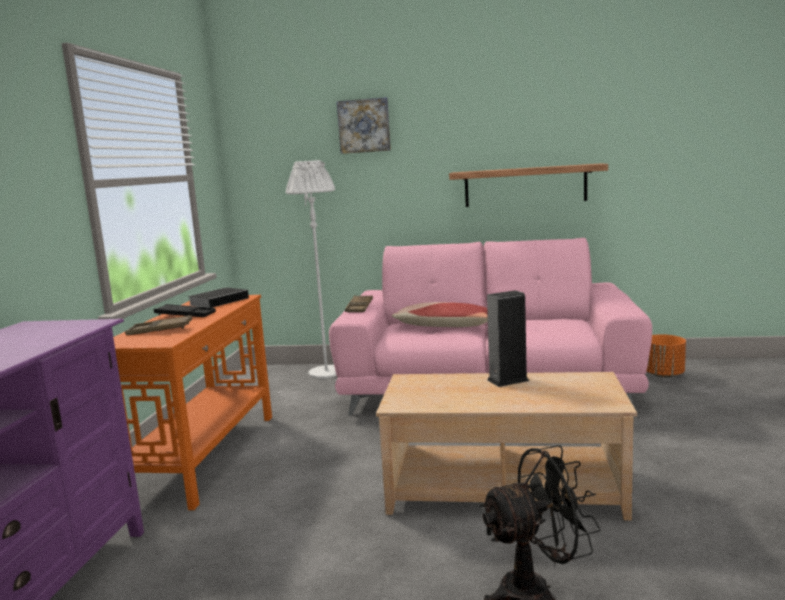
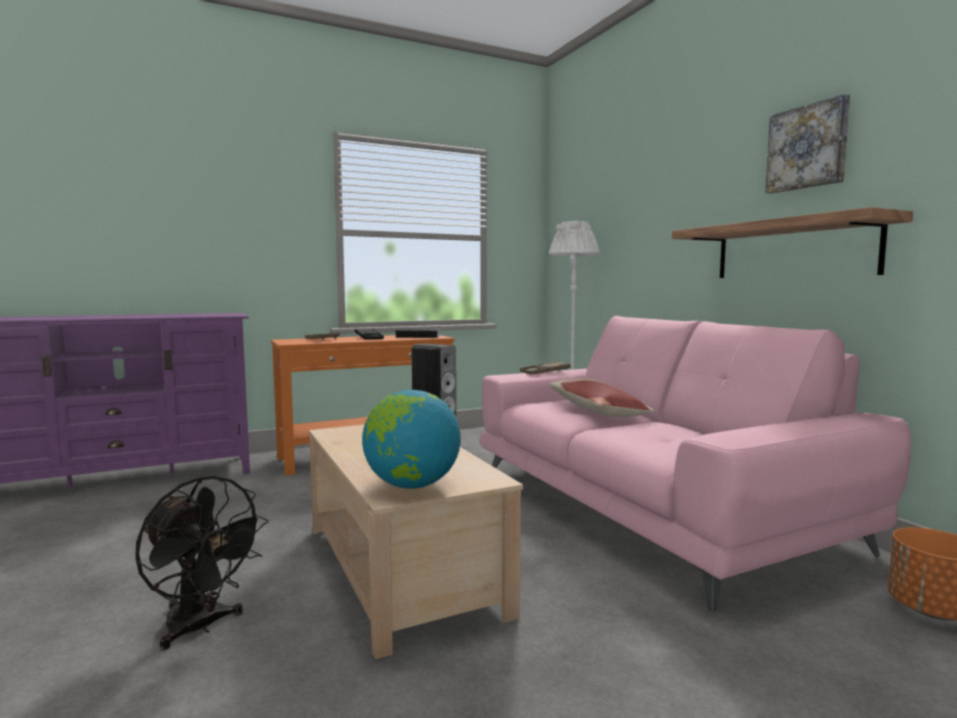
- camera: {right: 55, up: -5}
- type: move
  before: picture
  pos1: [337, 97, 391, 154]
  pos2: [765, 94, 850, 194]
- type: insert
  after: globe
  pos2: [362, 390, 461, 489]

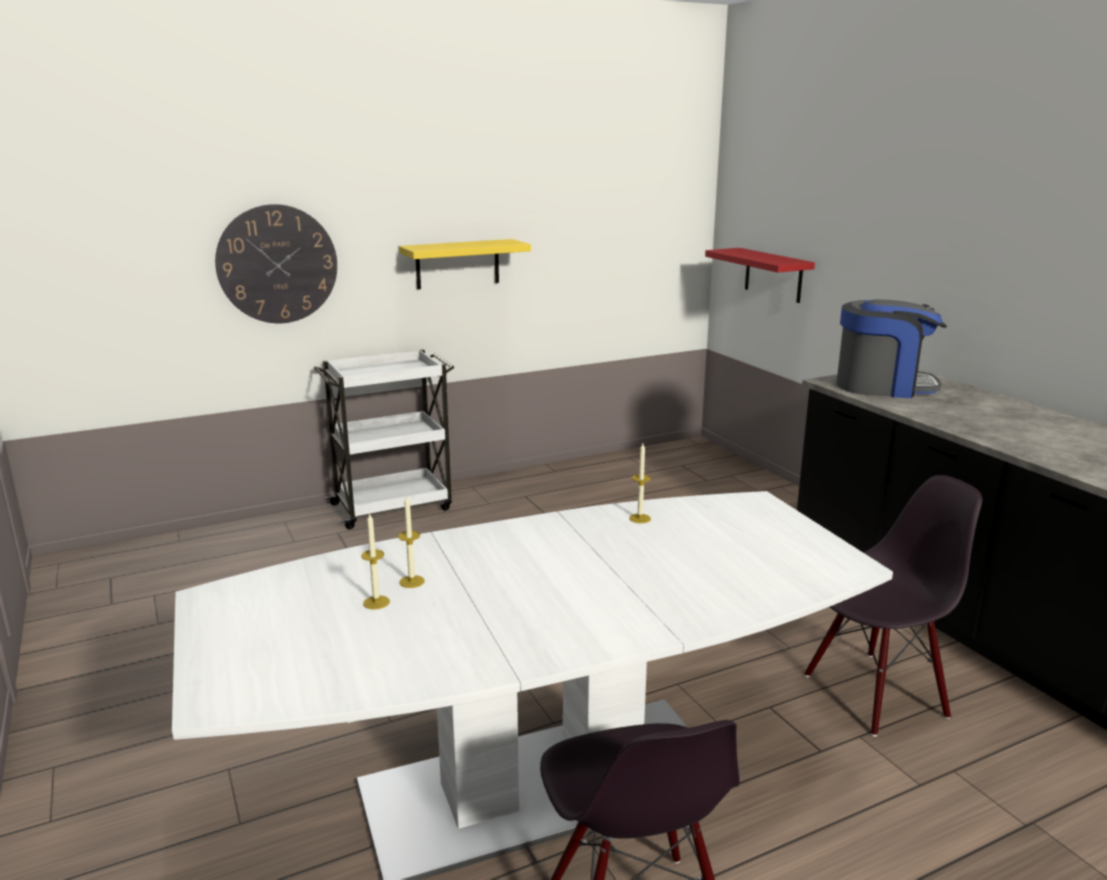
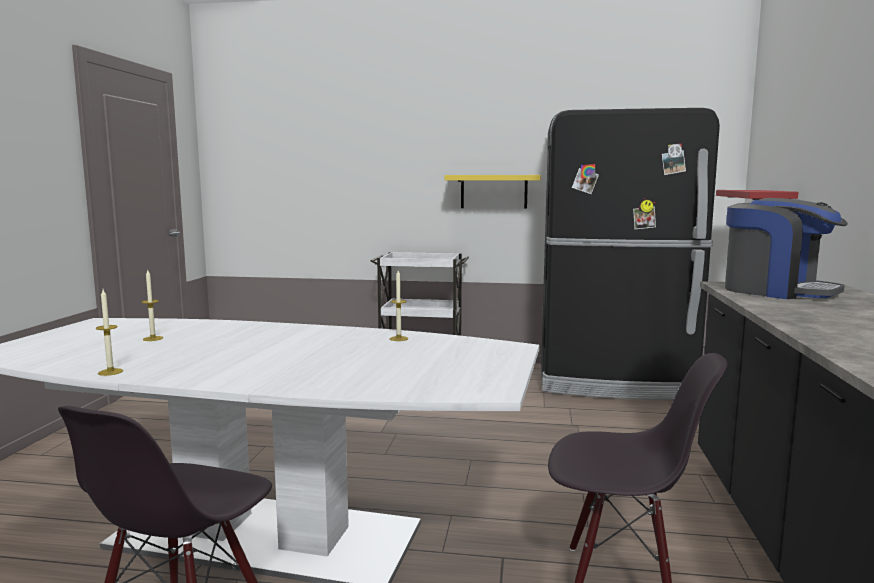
- camera: {right: 35, up: -10}
- type: delete
  before: wall clock
  pos1: [215, 204, 337, 323]
- type: move
  before: candle
  pos1: [398, 496, 425, 588]
  pos2: [96, 290, 123, 376]
- type: insert
  after: black fridge
  pos2: [541, 108, 720, 400]

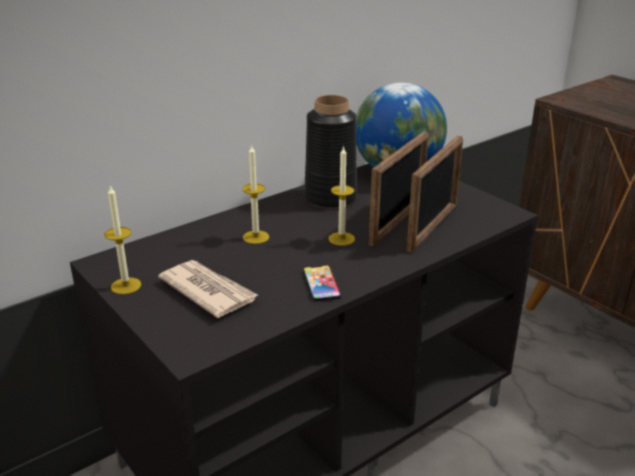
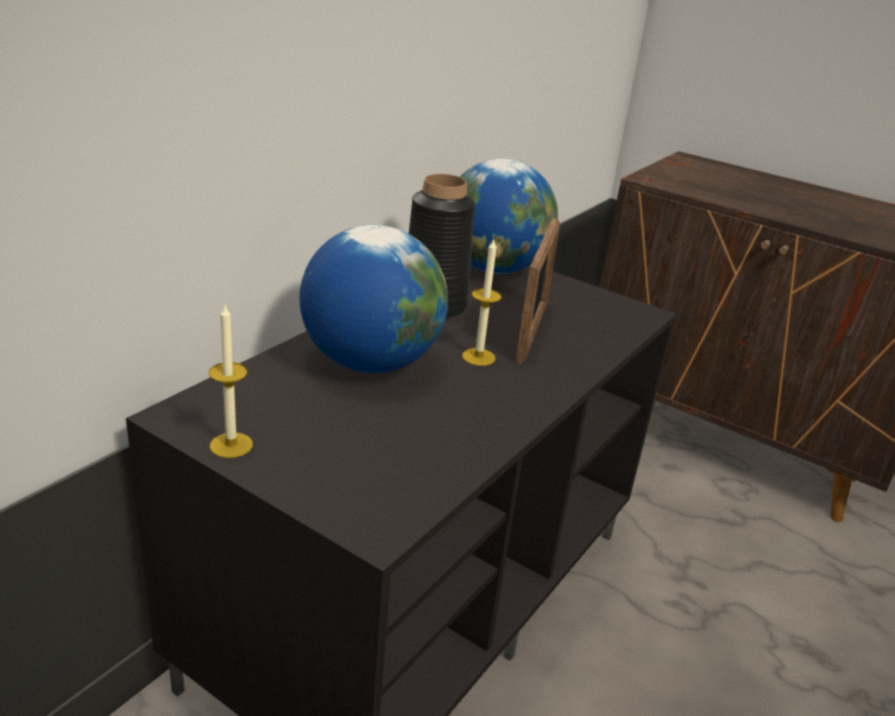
- camera: {right: -20, up: 0}
- type: delete
  before: newspaper
  pos1: [158, 260, 258, 318]
- type: replace
  before: candle
  after: globe
  pos1: [242, 144, 269, 244]
  pos2: [299, 225, 448, 373]
- type: delete
  before: phone
  pos1: [303, 265, 341, 301]
- type: delete
  before: picture frame
  pos1: [407, 135, 463, 253]

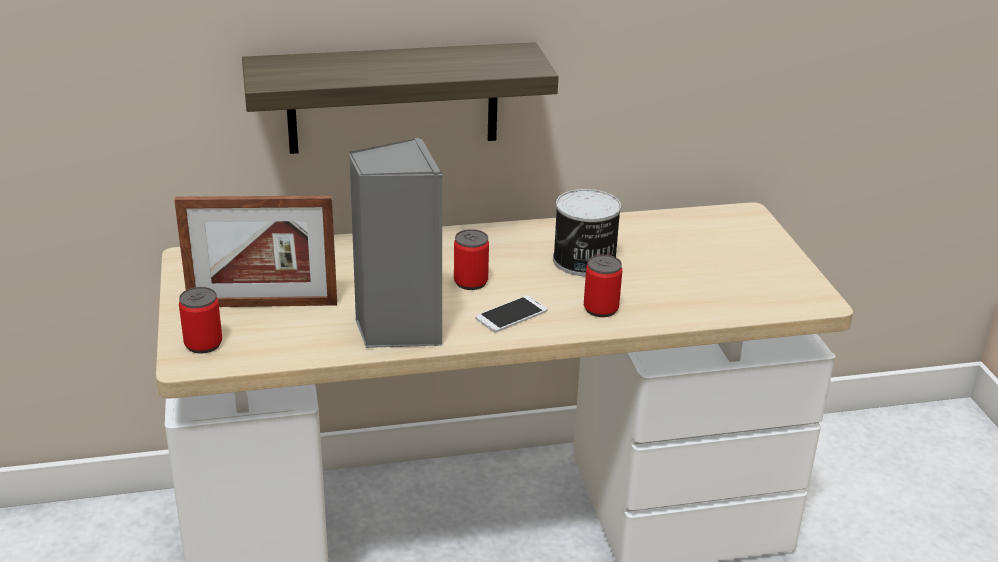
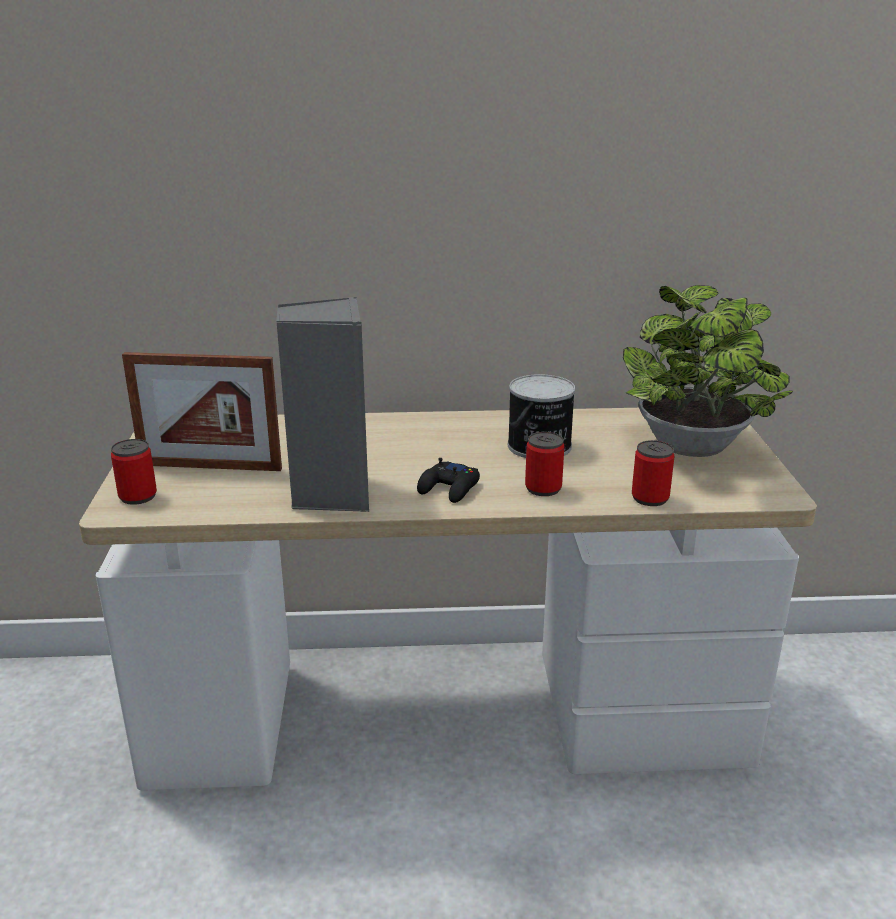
- camera: {right: 10, up: -5}
- type: delete
  before: shelf
  pos1: [242, 42, 558, 154]
- type: move
  before: can
  pos1: [454, 229, 489, 290]
  pos2: [632, 440, 674, 506]
- type: replace
  before: phone
  after: black game controller
  pos1: [475, 295, 547, 332]
  pos2: [417, 458, 480, 503]
- type: insert
  after: potted plant
  pos2: [623, 285, 793, 457]

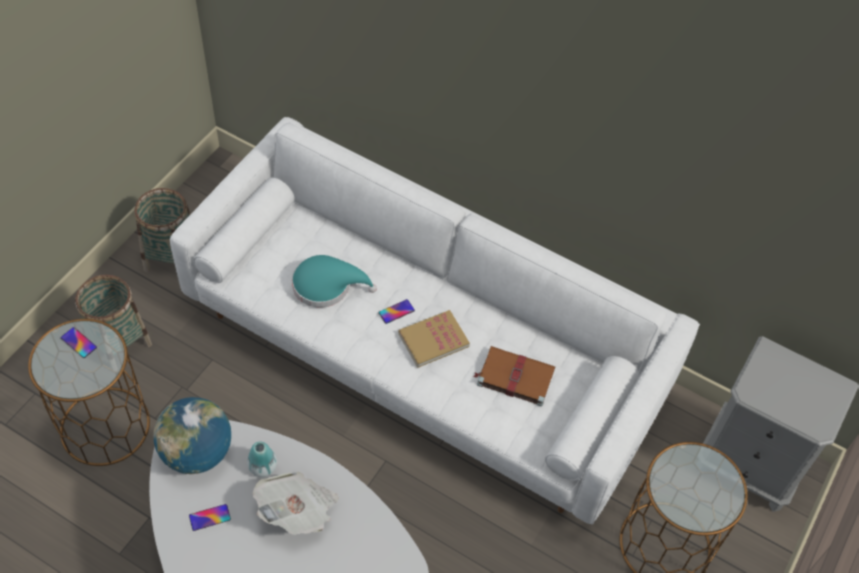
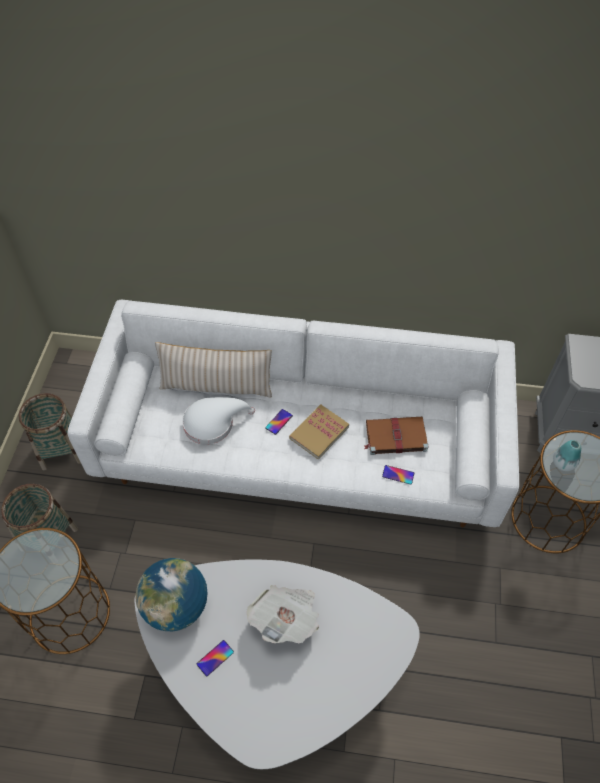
- camera: {right: -20, up: 0}
- type: move
  before: phone
  pos1: [61, 327, 97, 358]
  pos2: [382, 465, 414, 485]
- type: move
  before: vase
  pos1: [247, 442, 277, 477]
  pos2: [553, 440, 581, 471]
- type: recolor
  before: turquoise hat
  after: white hat
  pos1: [292, 255, 377, 308]
  pos2: [182, 397, 255, 444]
- type: insert
  after: beige pillow
  pos2: [155, 342, 272, 397]

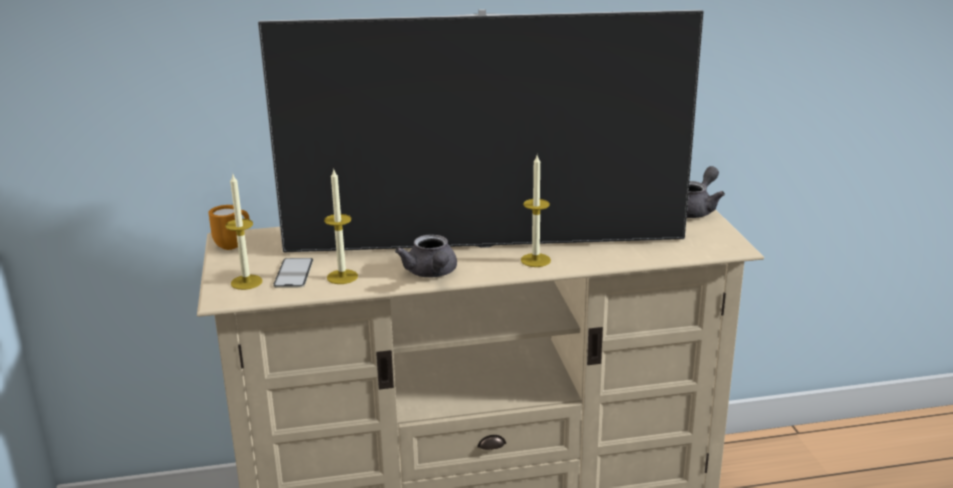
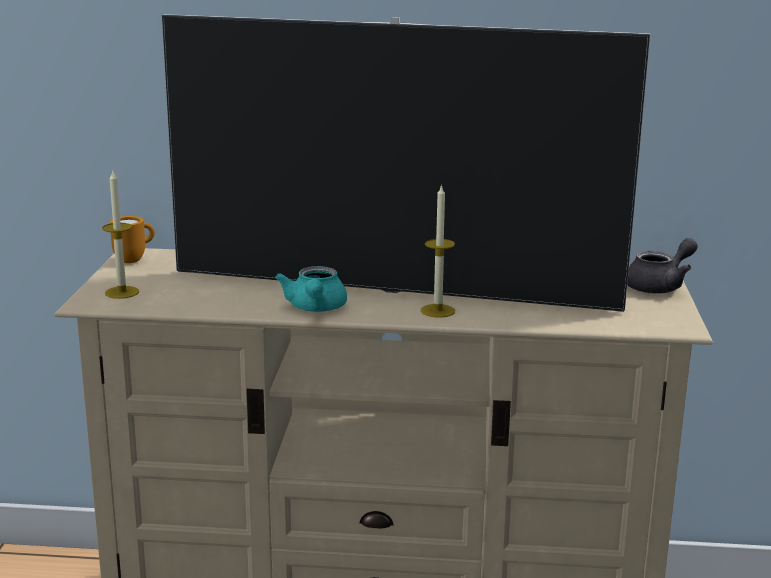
- camera: {right: 15, up: -5}
- type: delete
  before: phone
  pos1: [273, 258, 313, 288]
- type: delete
  before: candle
  pos1: [324, 170, 358, 284]
- type: recolor
  before: grey teapot
  after: turquoise teapot
  pos1: [395, 235, 457, 277]
  pos2: [275, 266, 347, 312]

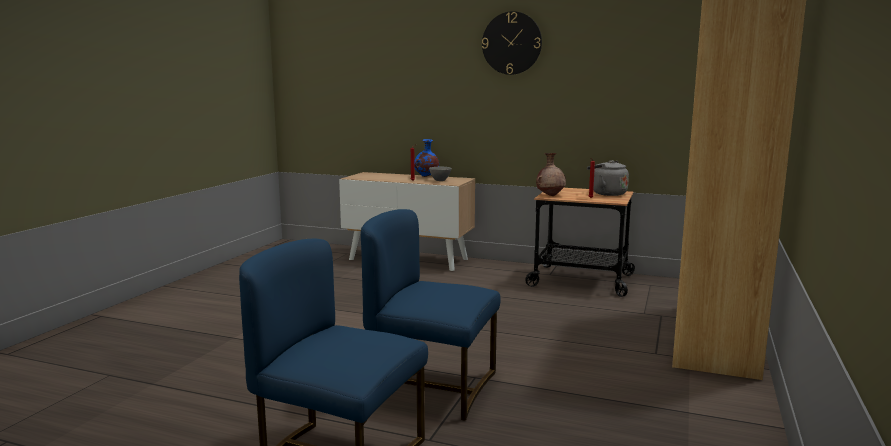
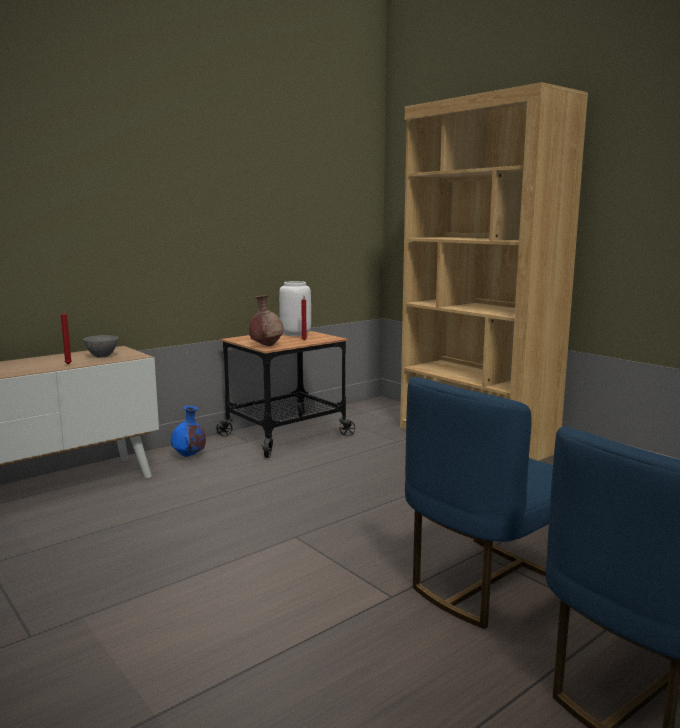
- camera: {right: -60, up: 0}
- type: move
  before: blue vase
  pos1: [414, 139, 439, 177]
  pos2: [171, 406, 206, 457]
- type: delete
  before: wall clock
  pos1: [482, 11, 542, 75]
- type: replace
  before: grey kettle
  after: white vase
  pos1: [587, 160, 629, 196]
  pos2: [279, 281, 311, 336]

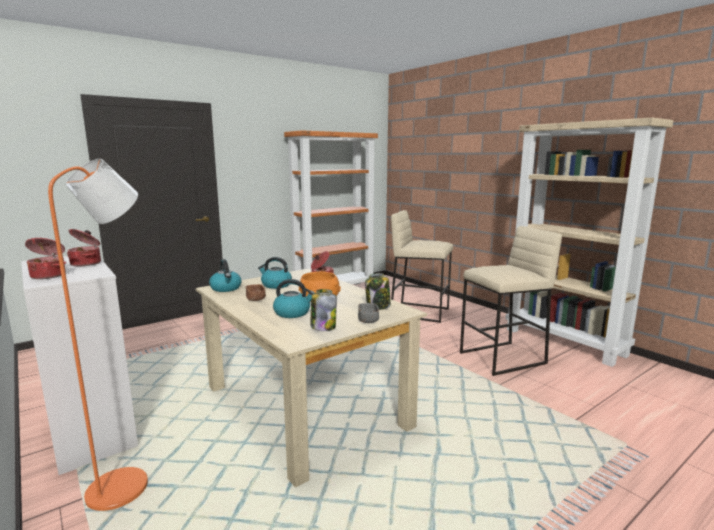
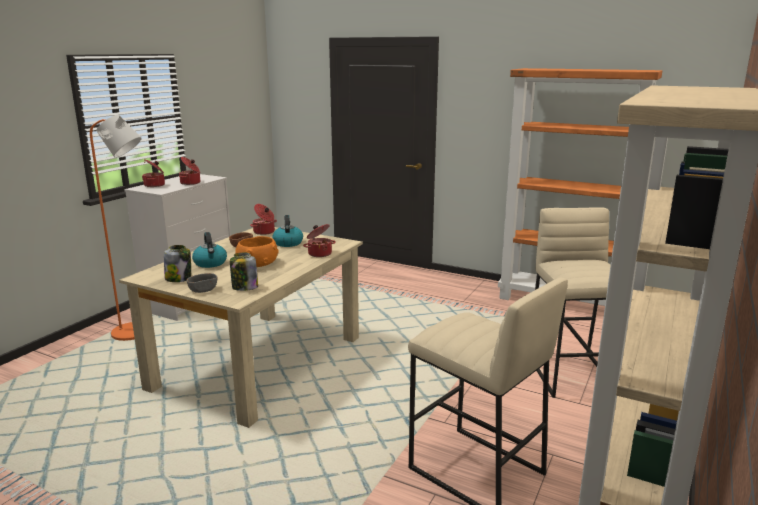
- camera: {right: 65, up: 5}
- type: replace
  before: kettle
  after: cooking pot
  pos1: [209, 259, 242, 292]
  pos2: [250, 204, 277, 235]

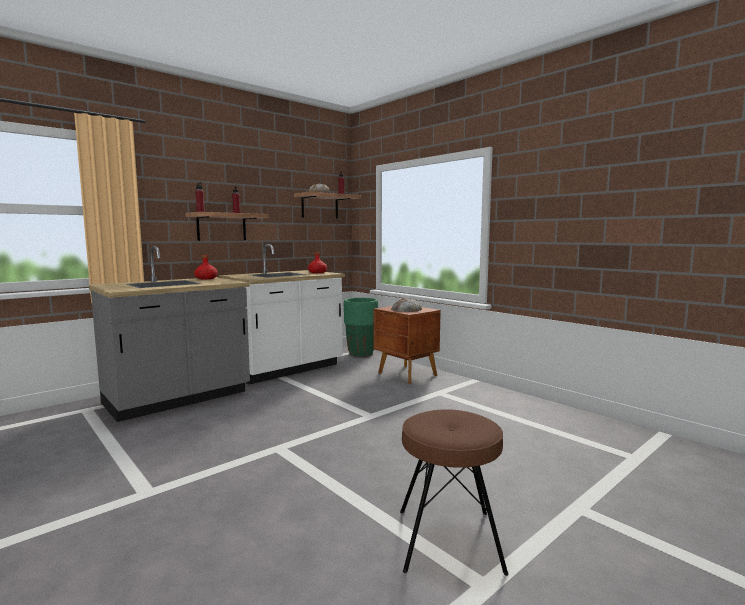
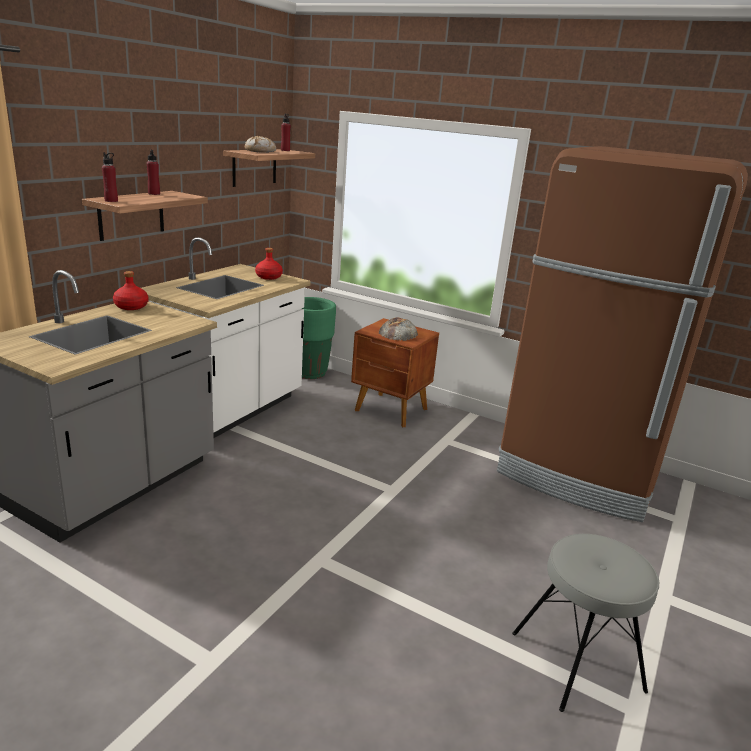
- camera: {right: -20, up: 15}
- type: recolor
  before: brown stool
  after: grey stool
  pos1: [400, 409, 509, 576]
  pos2: [512, 534, 659, 712]
- type: insert
  after: brown fridge
  pos2: [497, 146, 748, 522]

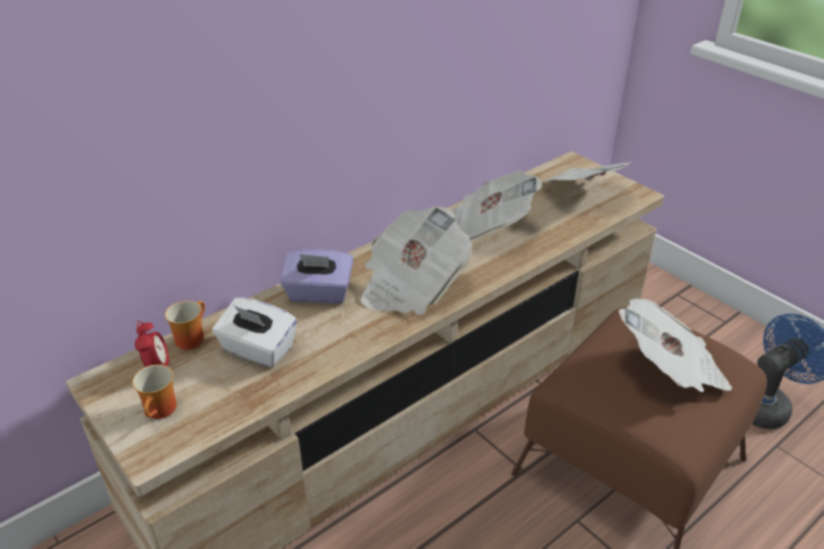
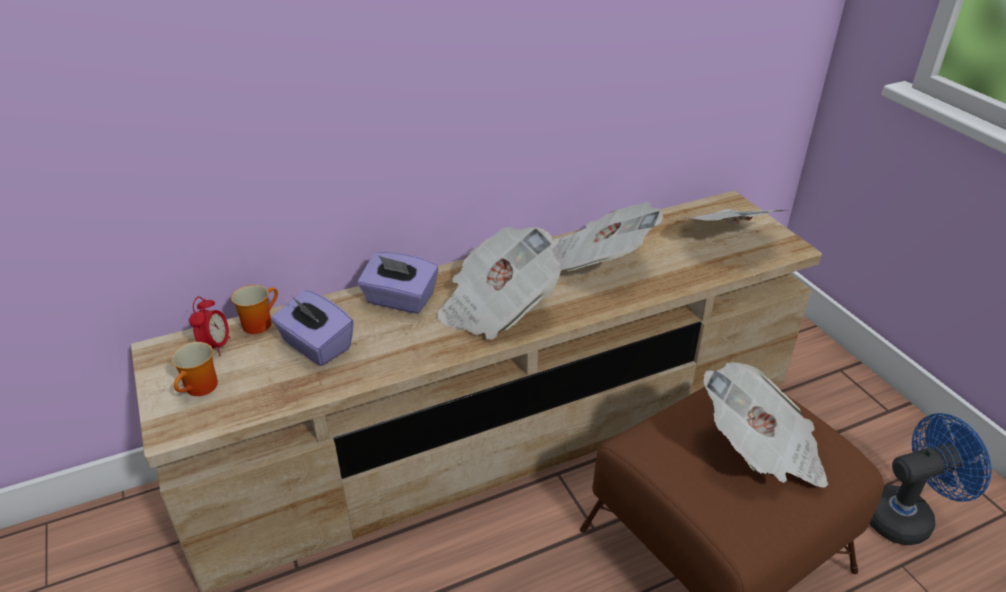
- camera: {right: 15, up: 0}
- type: recolor
  before: white tissue box
  after: purple tissue box
  pos1: [212, 298, 297, 367]
  pos2: [271, 290, 354, 366]

